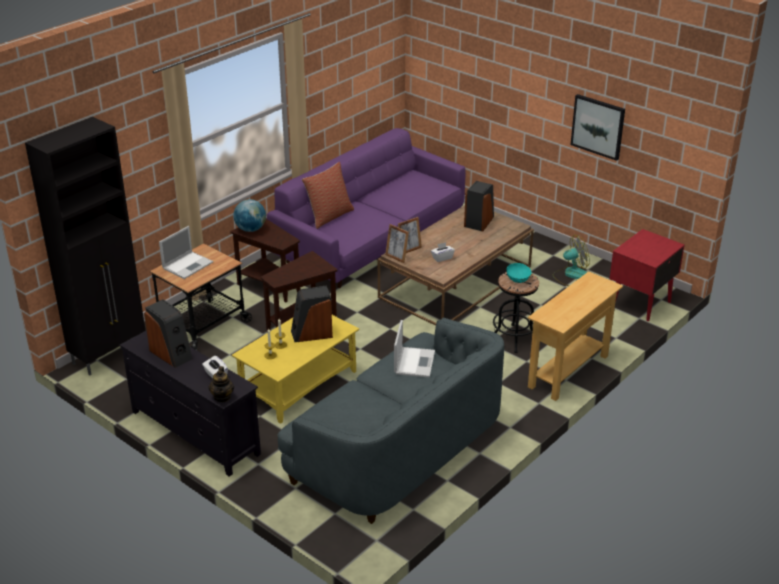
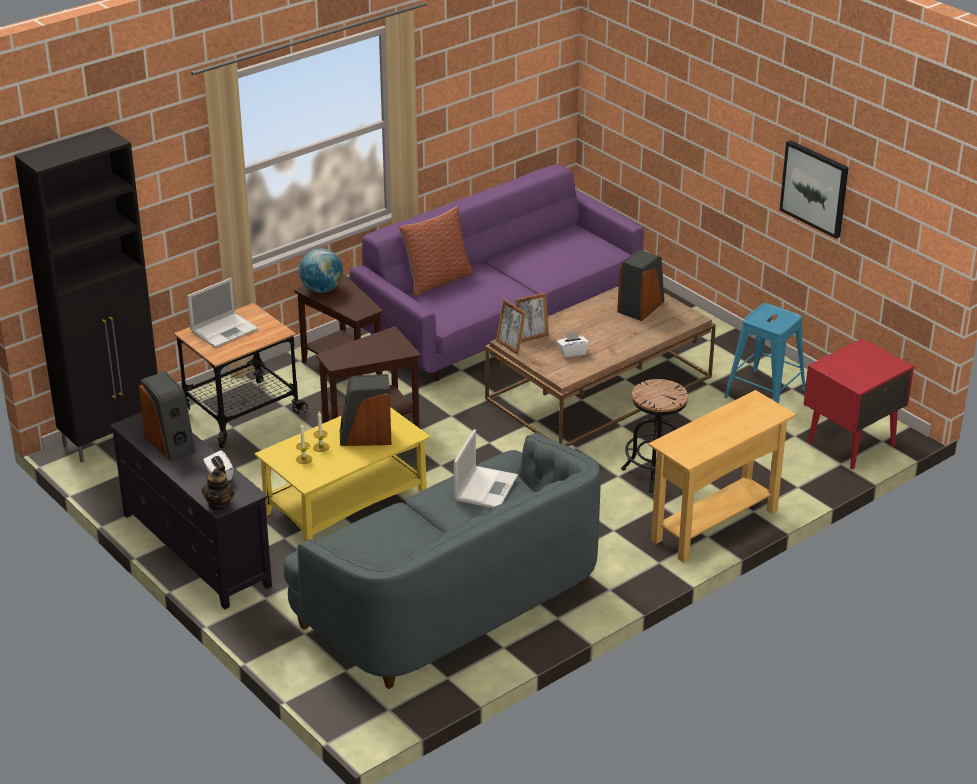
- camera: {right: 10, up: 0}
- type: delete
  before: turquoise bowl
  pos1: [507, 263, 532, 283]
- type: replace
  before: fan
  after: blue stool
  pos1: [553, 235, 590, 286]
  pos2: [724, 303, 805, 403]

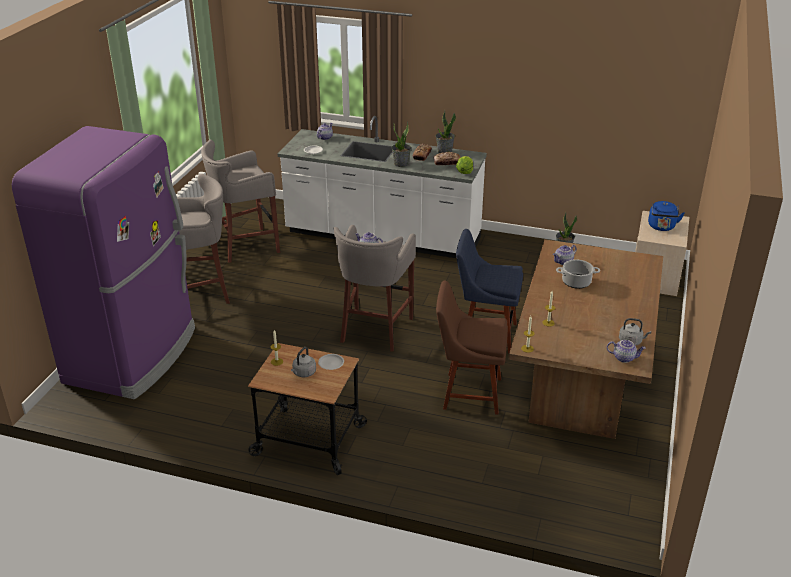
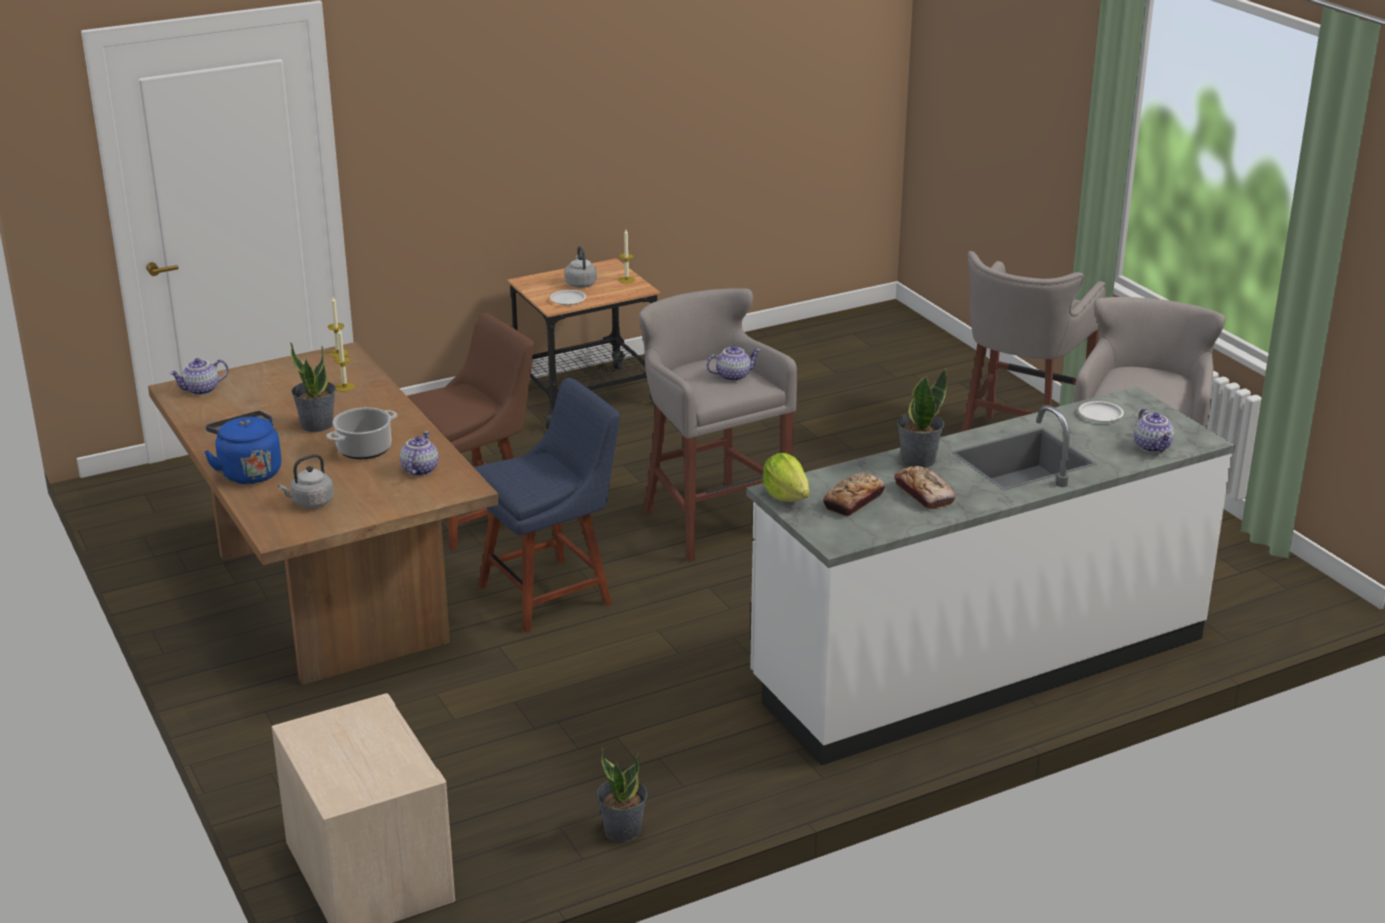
- camera: {right: 135, up: -5}
- type: delete
  before: purple fridge
  pos1: [12, 126, 195, 399]
- type: move
  before: potted plant
  pos1: [436, 110, 456, 153]
  pos2: [290, 343, 336, 432]
- type: move
  before: grey kettle
  pos1: [619, 318, 651, 346]
  pos2: [278, 454, 334, 508]
- type: move
  before: blue kettle
  pos1: [648, 201, 684, 231]
  pos2: [204, 411, 281, 484]

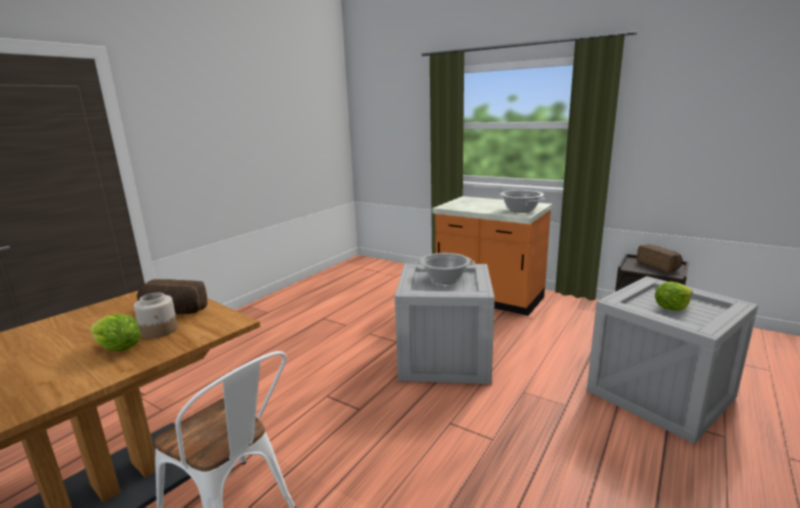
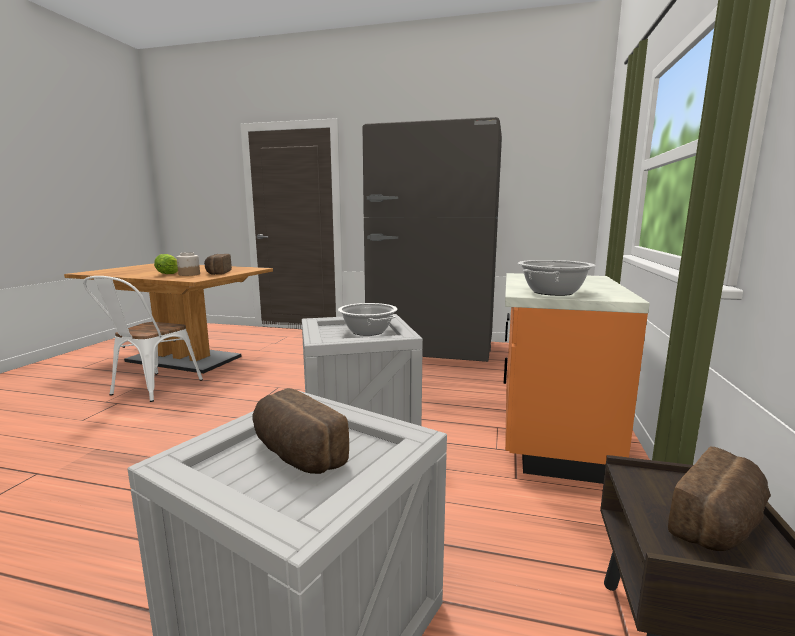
- camera: {right: 70, up: -5}
- type: replace
  before: lettuce
  after: bread
  pos1: [655, 282, 693, 311]
  pos2: [253, 388, 349, 474]
- type: insert
  after: grey fridge
  pos2: [363, 117, 502, 362]

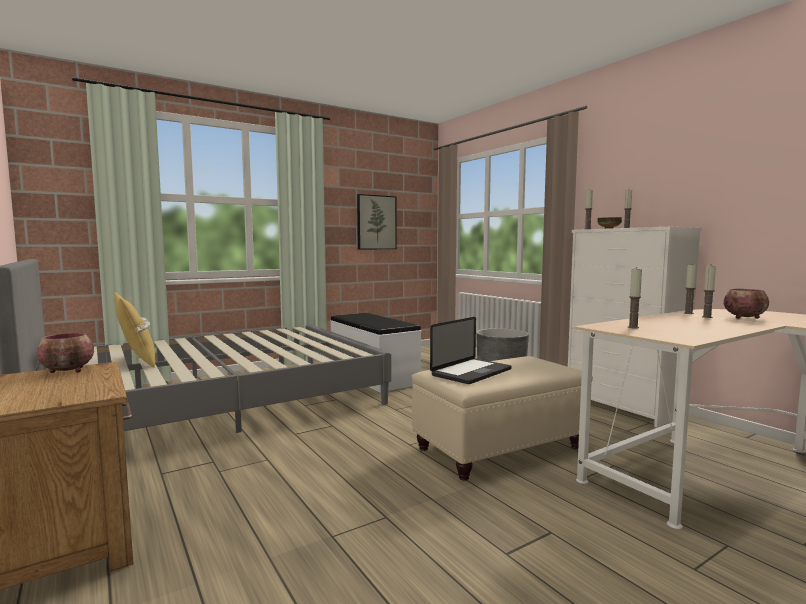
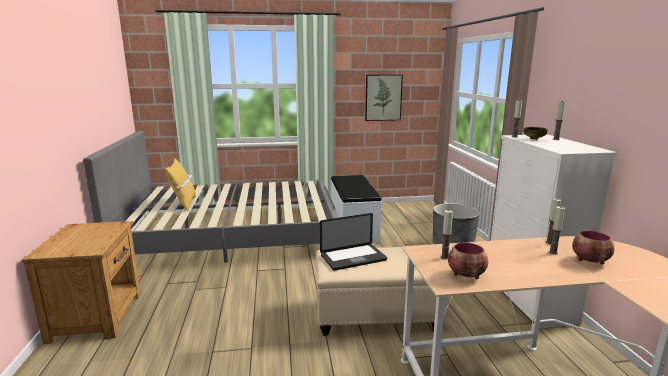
- camera: {right: 25, up: 10}
- type: move
  before: bowl
  pos1: [37, 333, 94, 373]
  pos2: [448, 242, 488, 279]

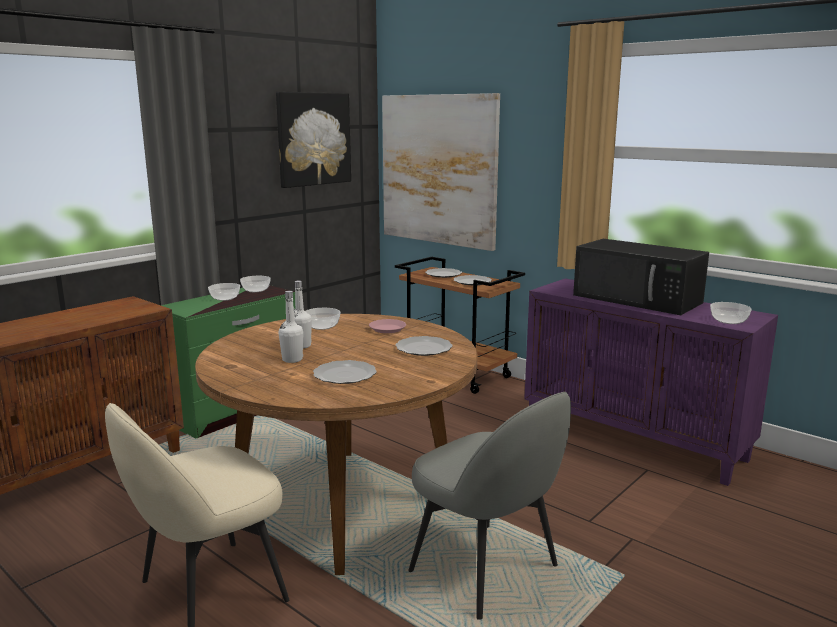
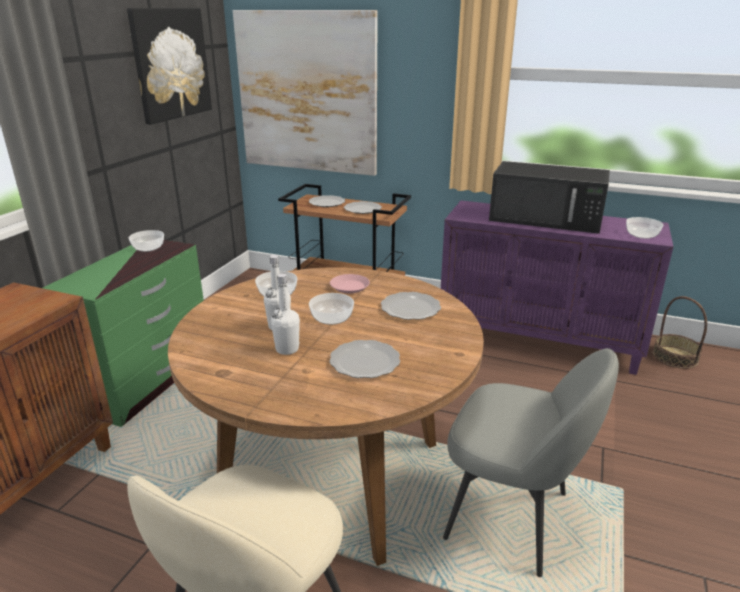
- camera: {right: -20, up: 10}
- type: move
  before: bowl
  pos1: [208, 283, 240, 301]
  pos2: [309, 293, 354, 325]
- type: insert
  after: basket
  pos2: [652, 296, 707, 369]

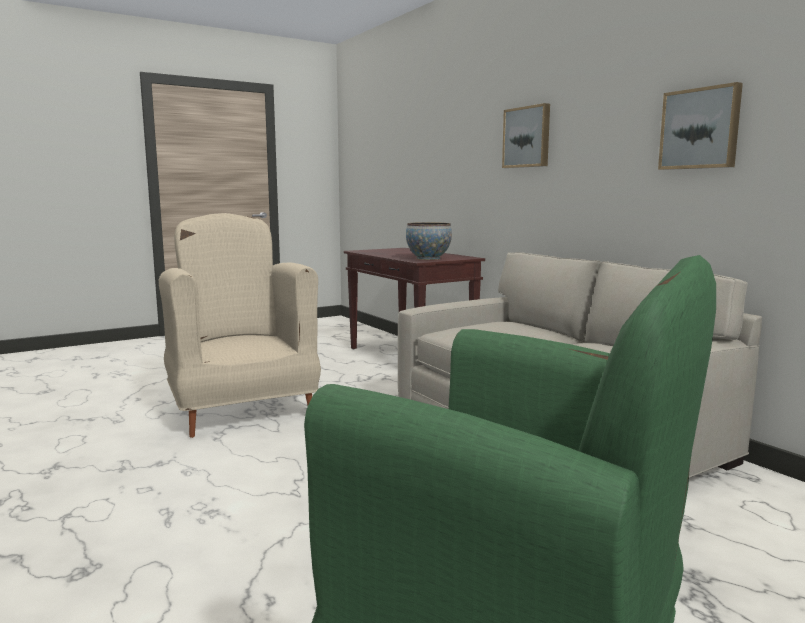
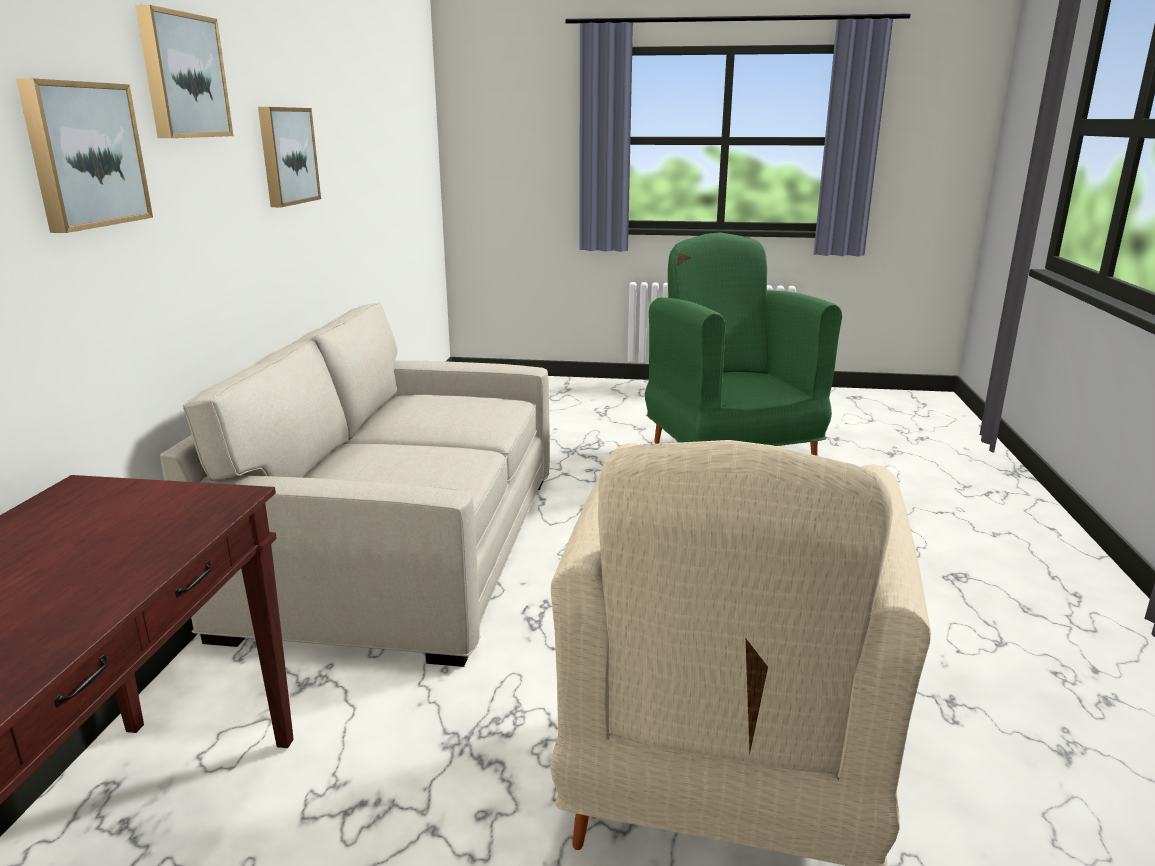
- camera: {right: -140, up: 10}
- type: delete
  before: bowl
  pos1: [406, 222, 452, 260]
- type: insert
  after: picture
  pos2: [135, 5, 233, 138]

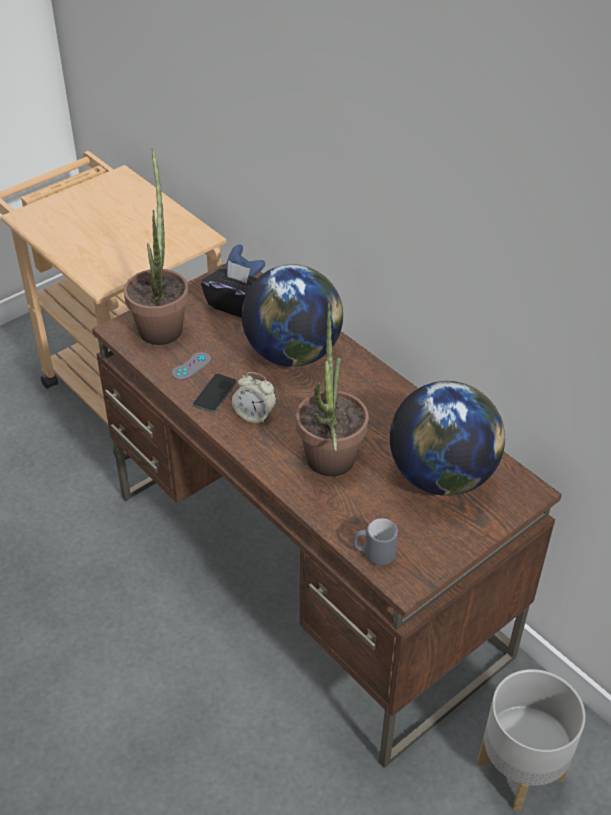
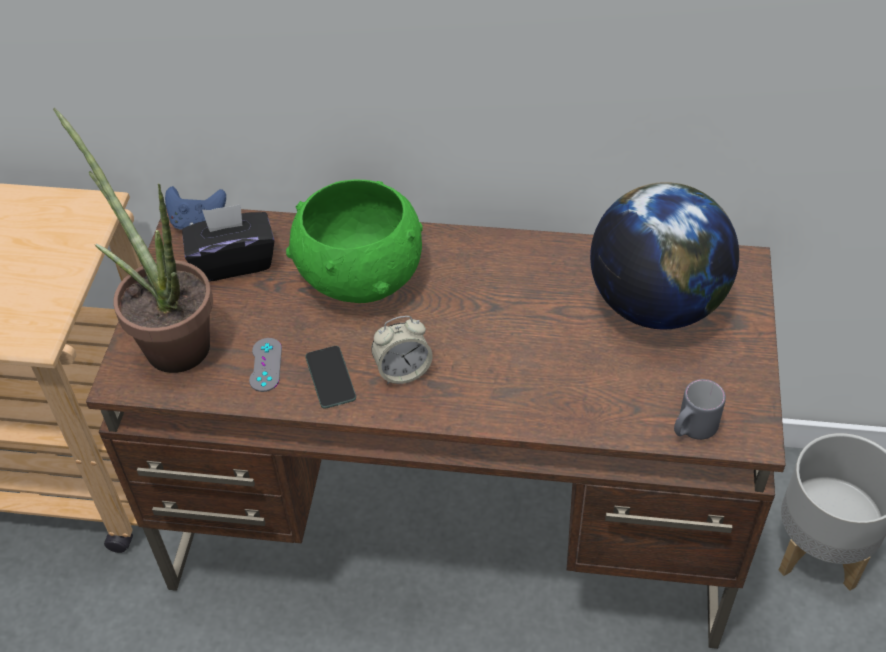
- camera: {right: -40, up: 5}
- type: replace
  before: globe
  after: green bowl
  pos1: [242, 264, 343, 367]
  pos2: [286, 179, 423, 303]
- type: delete
  before: potted plant
  pos1: [296, 303, 369, 477]

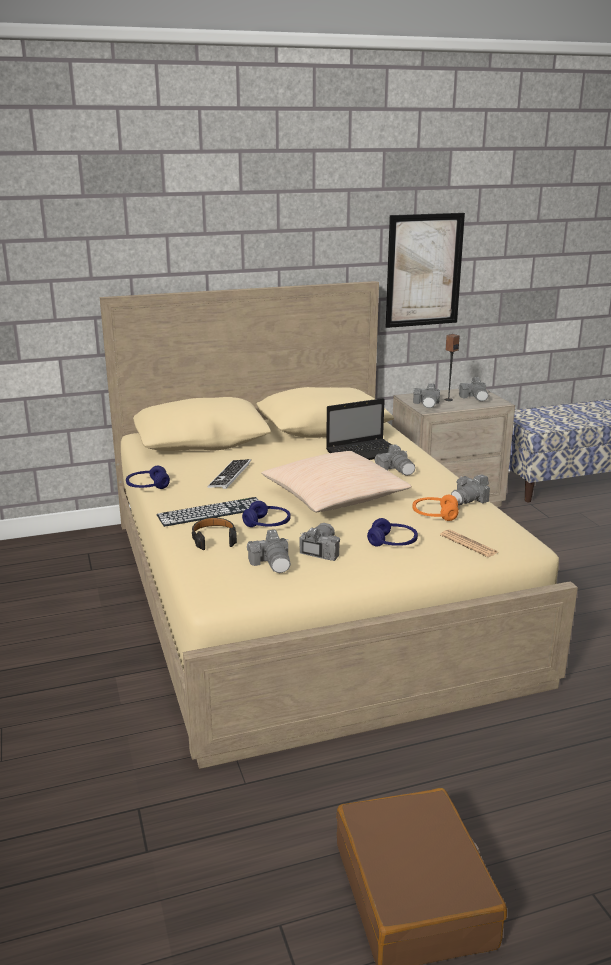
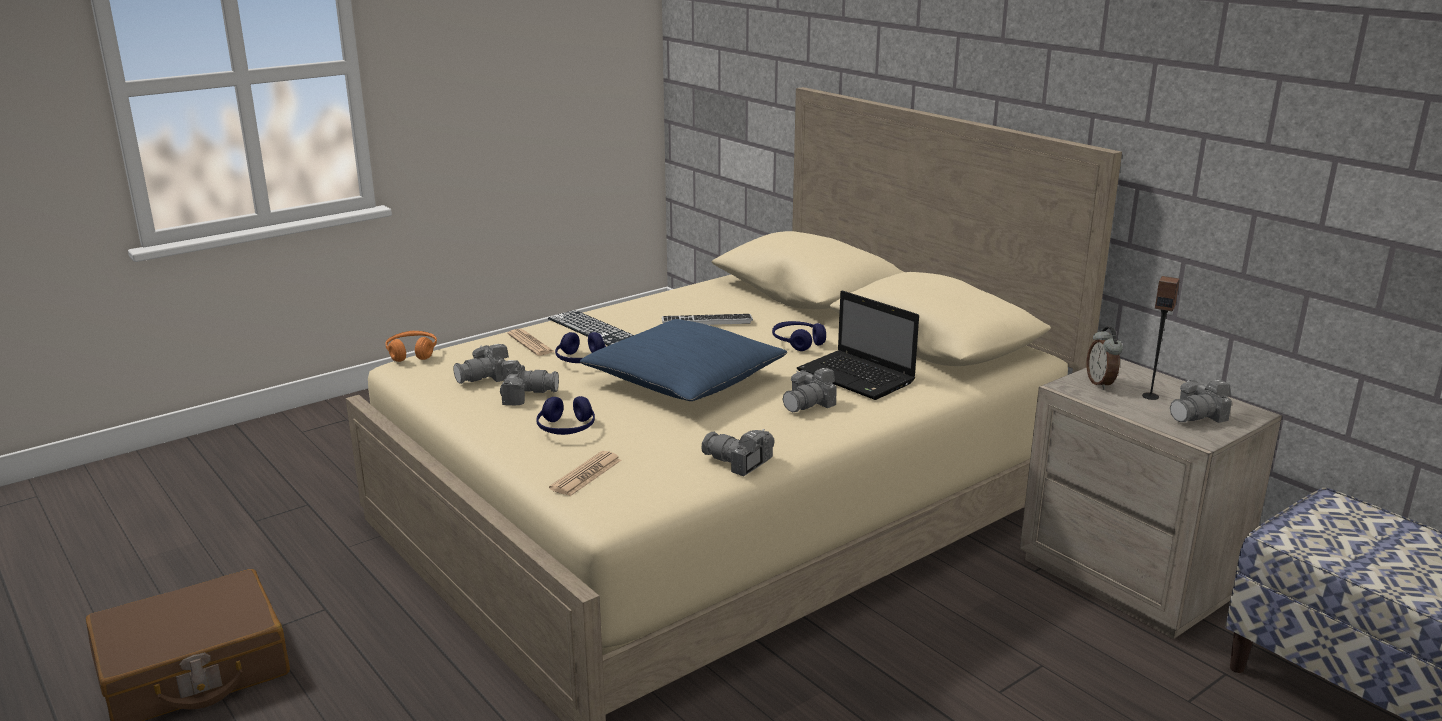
- camera: {right: 70, up: 0}
- type: move
  before: blue headphones
  pos1: [126, 466, 170, 489]
  pos2: [772, 321, 826, 351]
- type: replace
  before: black headphones
  after: newspaper
  pos1: [192, 517, 237, 550]
  pos2: [507, 329, 555, 356]
- type: recolor
  before: beige pillow
  after: blue pillow
  pos1: [261, 451, 412, 512]
  pos2: [579, 319, 787, 401]
- type: delete
  before: picture
  pos1: [386, 213, 465, 328]
- type: replace
  before: photo camera
  after: alarm clock
  pos1: [413, 383, 441, 408]
  pos2: [1087, 327, 1123, 389]
- type: move
  before: orange headphones
  pos1: [413, 495, 459, 521]
  pos2: [385, 331, 437, 362]

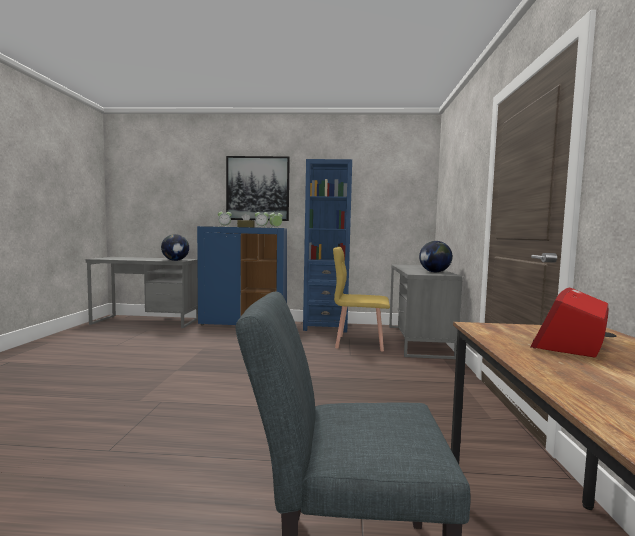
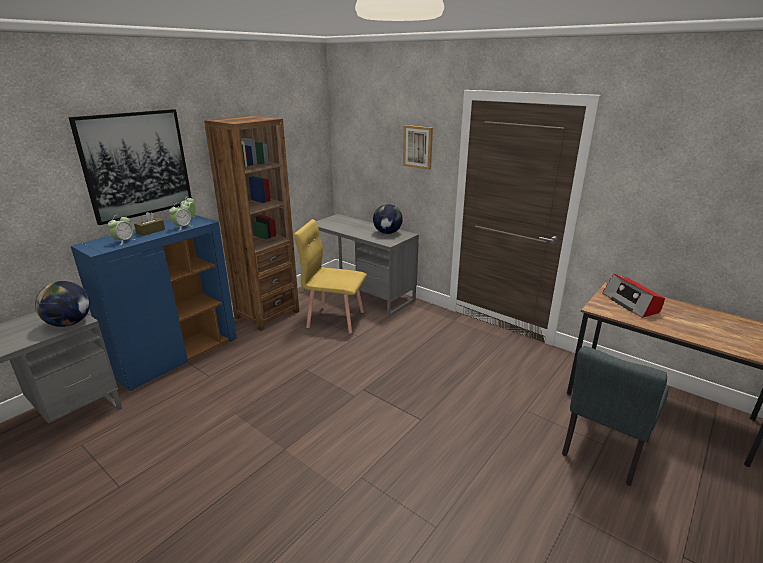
- camera: {right: -55, up: 20}
- type: recolor
  before: blue bookcase
  after: brown bookcase
  pos1: [303, 159, 352, 332]
  pos2: [204, 116, 299, 331]
- type: rotate
  before: yellow chair
  pos1: [333, 247, 390, 352]
  pos2: [294, 219, 367, 334]
  turn: 60
- type: insert
  after: picture
  pos2: [403, 125, 433, 170]

